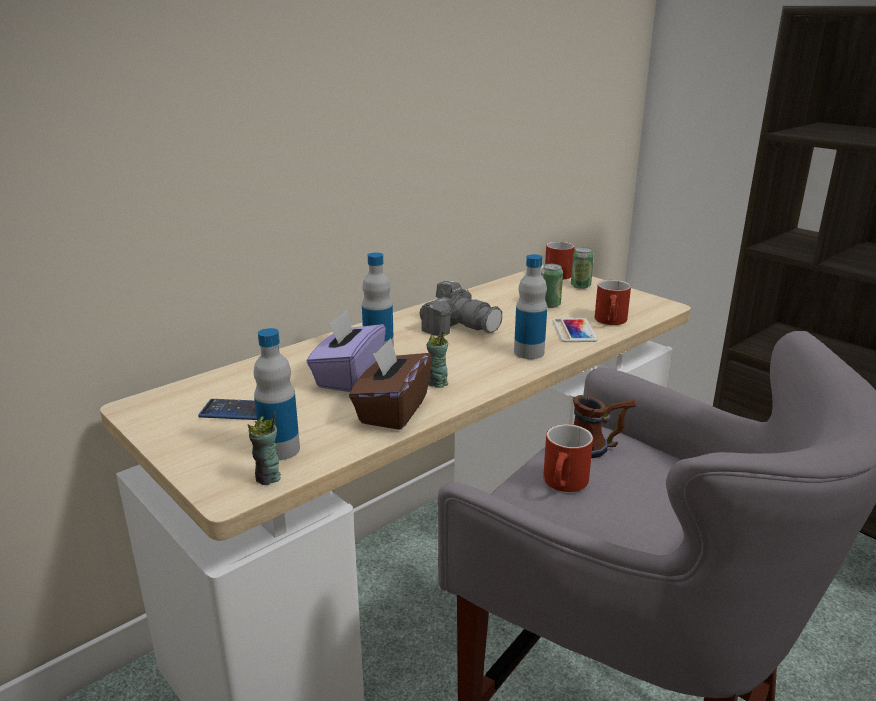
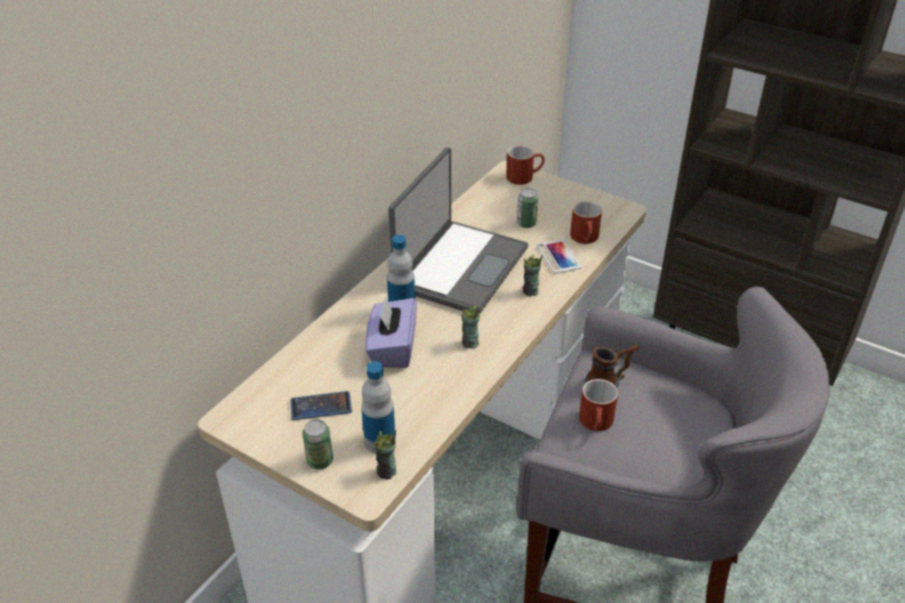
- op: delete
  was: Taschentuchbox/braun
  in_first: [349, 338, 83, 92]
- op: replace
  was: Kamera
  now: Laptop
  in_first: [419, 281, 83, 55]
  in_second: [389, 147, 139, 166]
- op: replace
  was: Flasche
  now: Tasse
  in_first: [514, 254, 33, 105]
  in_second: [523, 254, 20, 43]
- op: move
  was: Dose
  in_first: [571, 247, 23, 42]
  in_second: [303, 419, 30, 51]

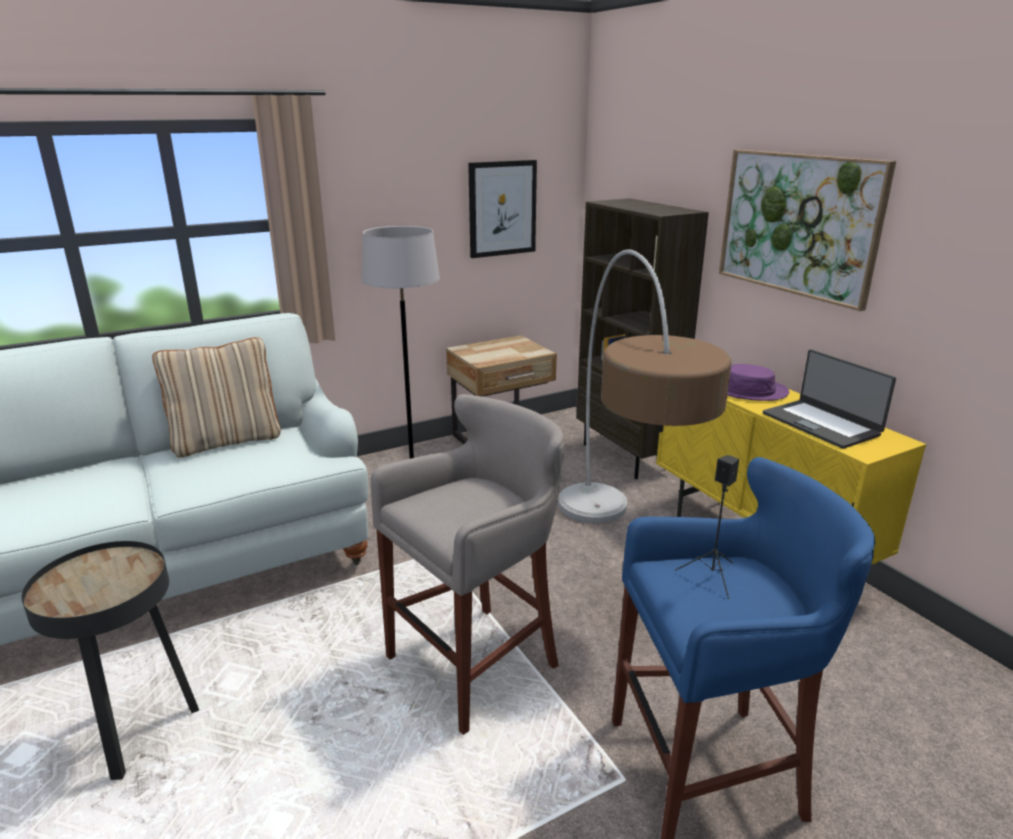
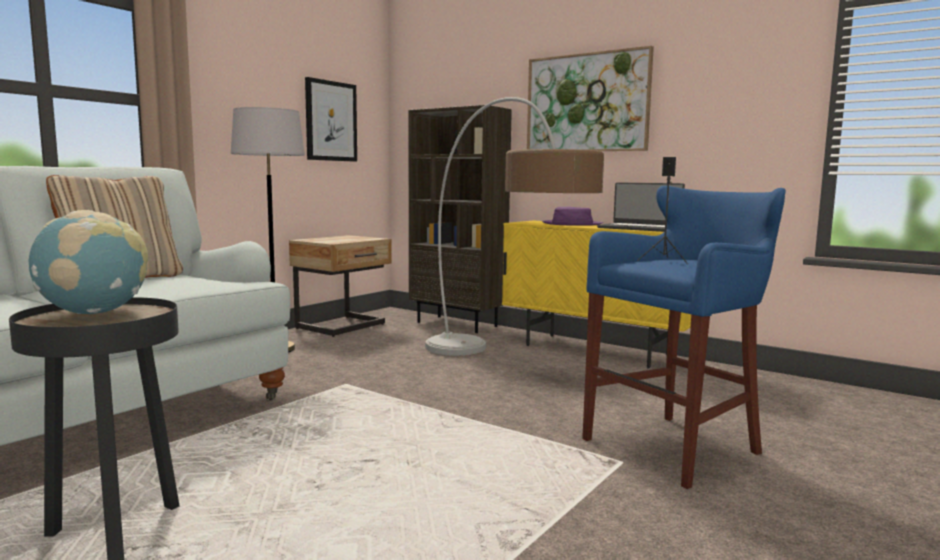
- op: delete
  was: Hocker/grau
  in_first: [371, 394, 193, 341]
- op: insert
  now: Globus
  in_second: [28, 210, 120, 104]

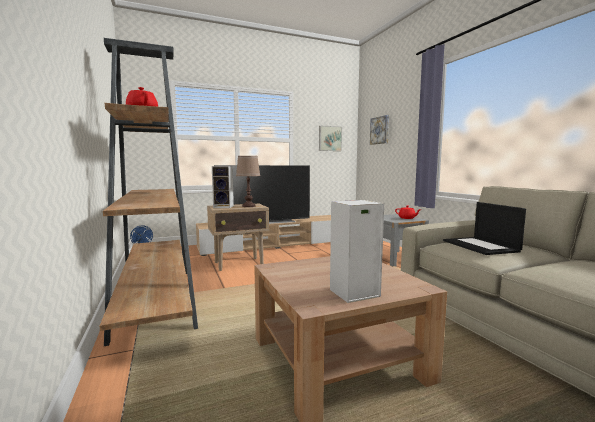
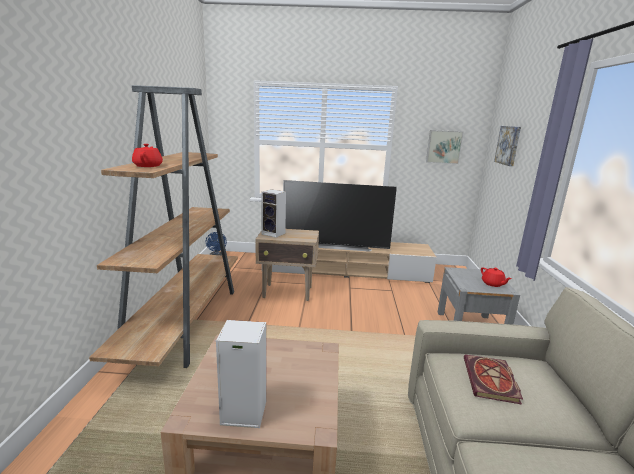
- op: delete
  was: Tischlampe/braun
  in_first: [236, 156, 24, 51]
- op: replace
  was: Laptop
  now: Buch
  in_first: [443, 202, 83, 53]
  in_second: [464, 354, 59, 51]

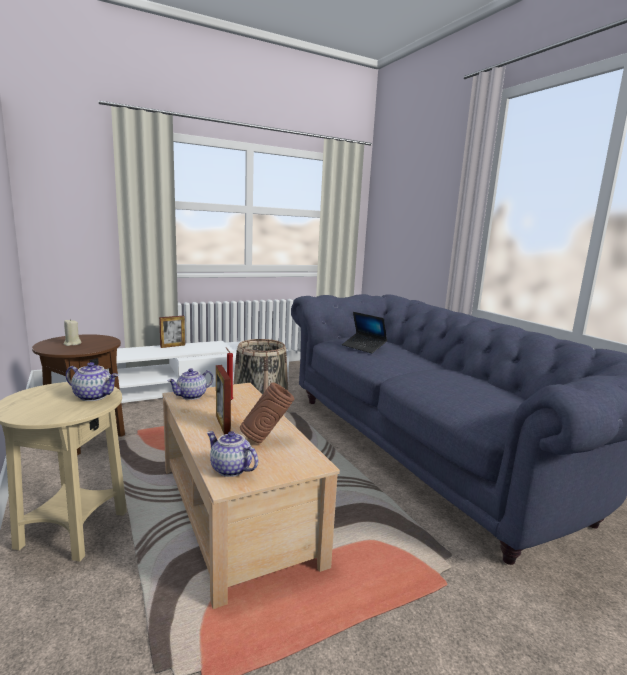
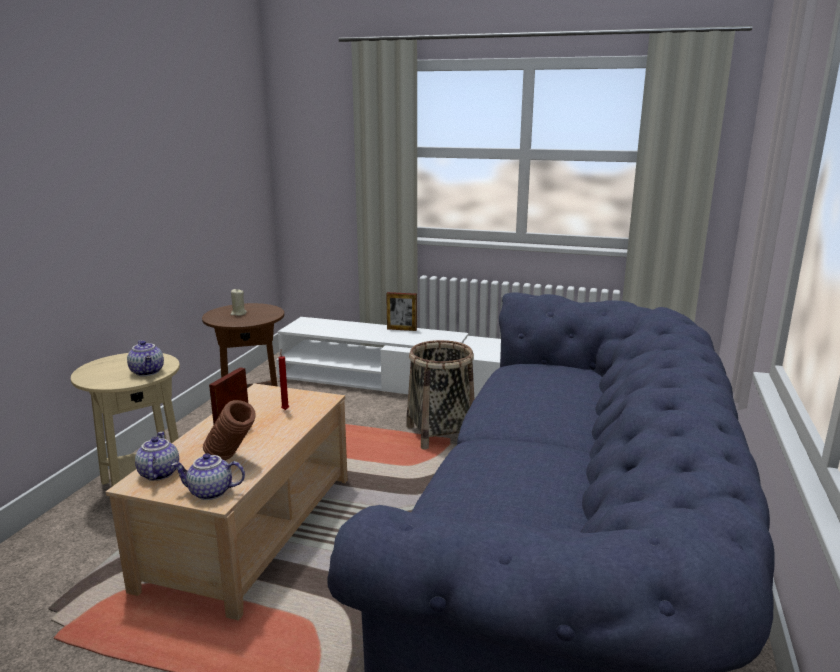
- op: move
  was: Teekanne
  in_first: [168, 368, 45, 32]
  in_second: [171, 453, 74, 47]
- op: delete
  was: Laptop
  in_first: [342, 312, 45, 41]

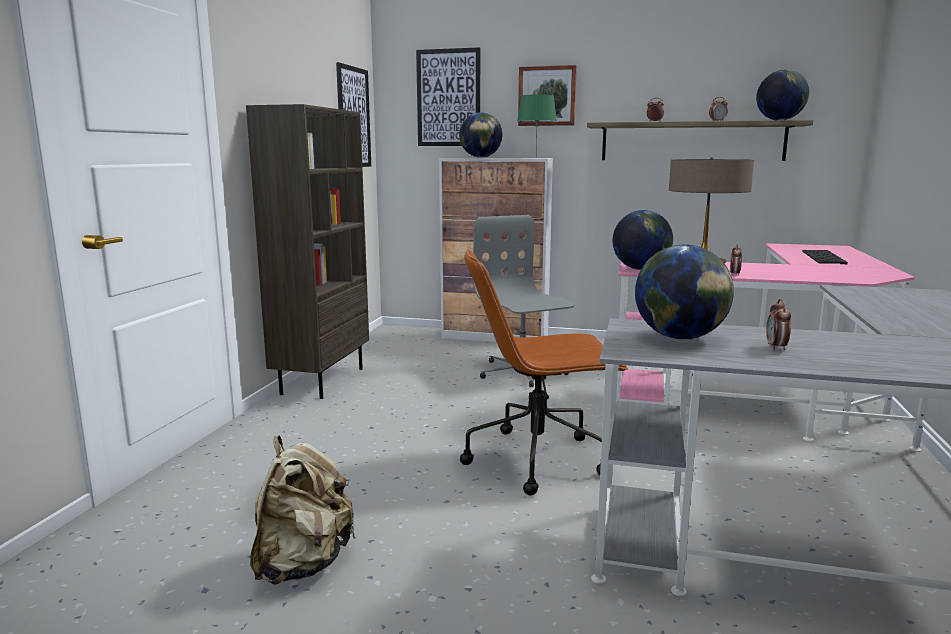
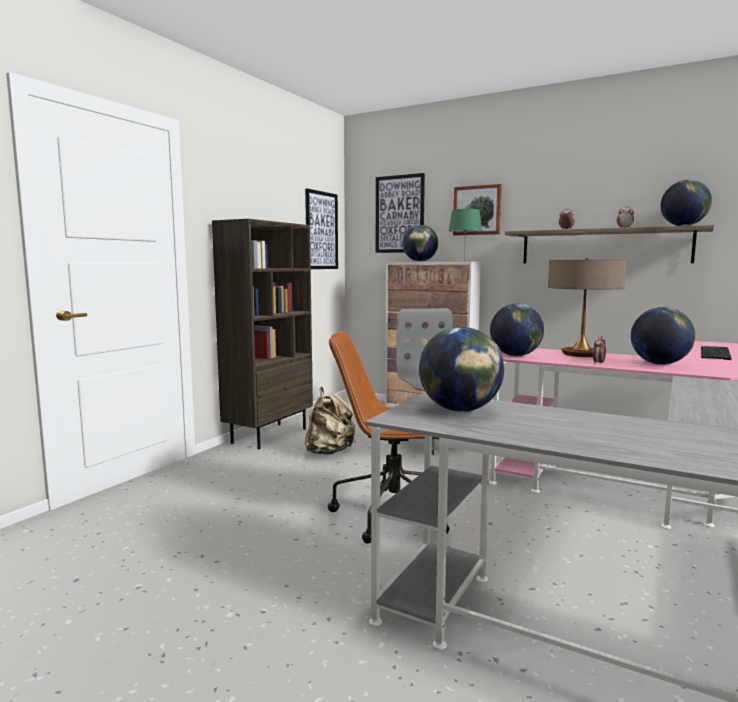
- op: move
  was: Rucksack/beige
  in_first: [250, 435, 106, 150]
  in_second: [305, 387, 50, 68]
- op: delete
  was: Wecker
  in_first: [766, 299, 25, 51]
- op: insert
  now: Globus
  in_second: [631, 307, 64, 58]

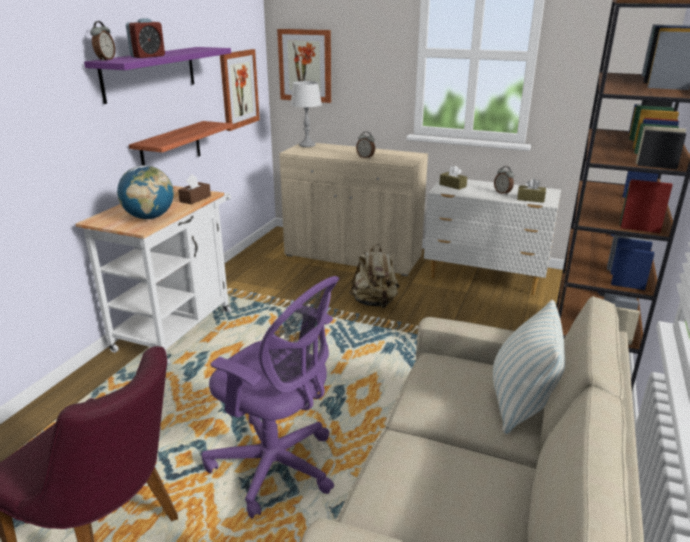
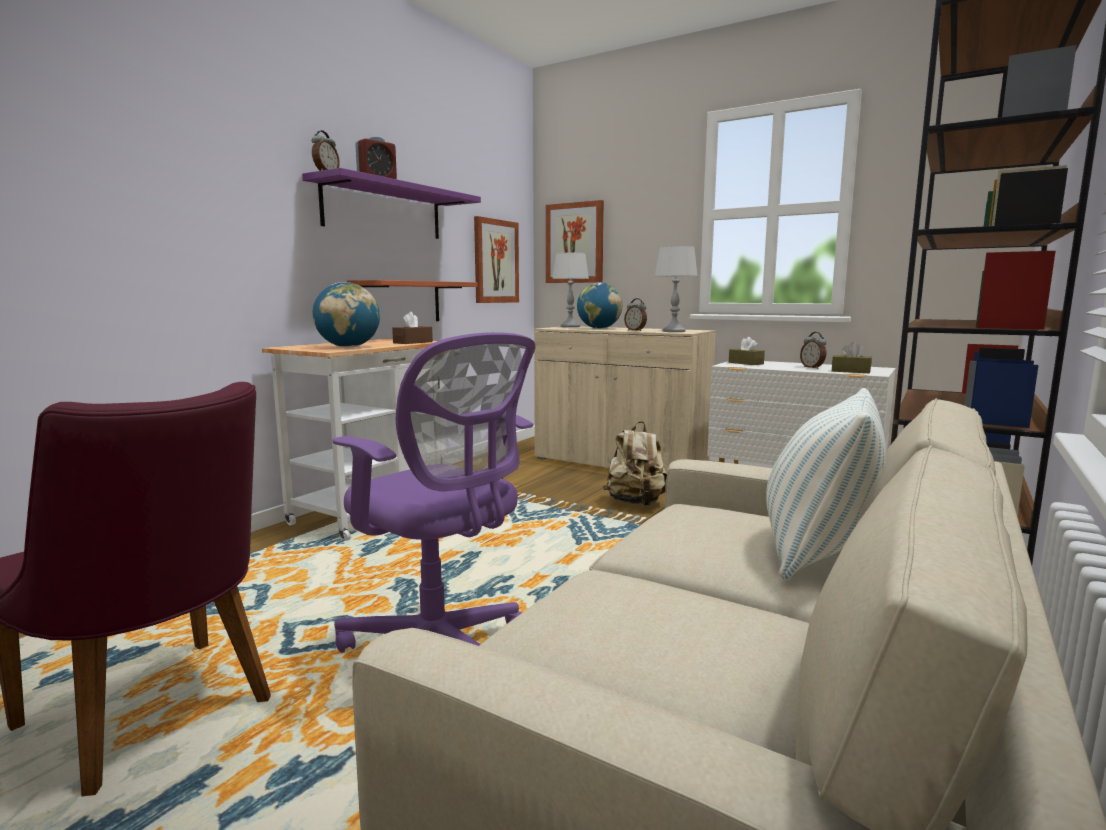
- op: insert
  now: Globus
  in_second: [577, 283, 45, 46]
- op: insert
  now: Tischlampe/grau
  in_second: [655, 246, 43, 86]

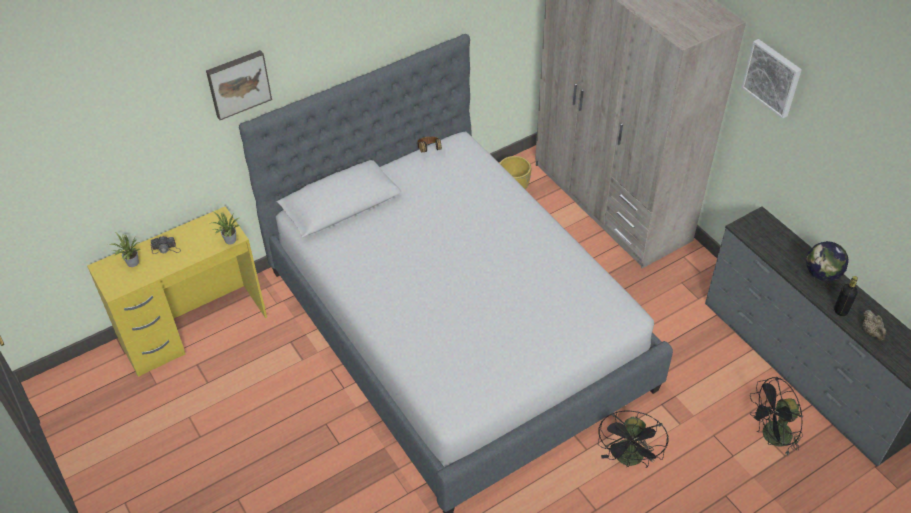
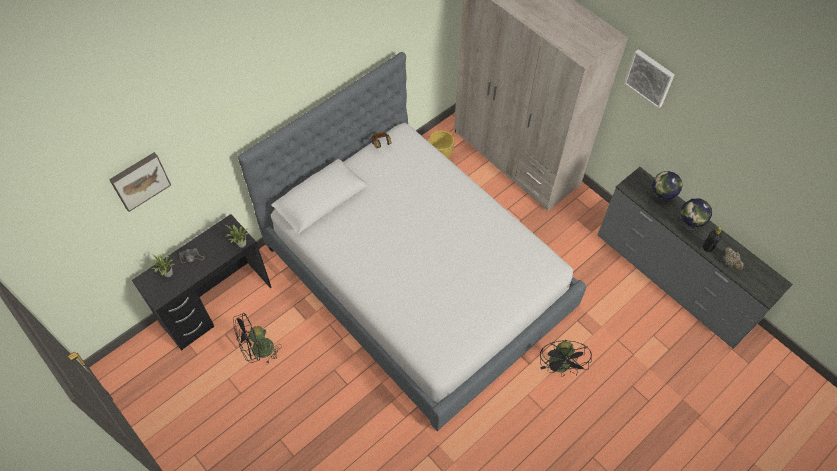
- op: recolor
  was: Schreibtisch/gelb
  now: Schreibtisch/schwarz
  in_first: [87, 206, 180, 171]
  in_second: [132, 214, 139, 137]
- op: move
  was: Bild
  in_first: [206, 50, 66, 70]
  in_second: [109, 152, 62, 60]
- op: move
  was: Ventilator/schwarz
  in_first: [750, 377, 53, 78]
  in_second: [233, 313, 49, 51]
- op: insert
  now: Globus
  in_second: [652, 171, 30, 33]

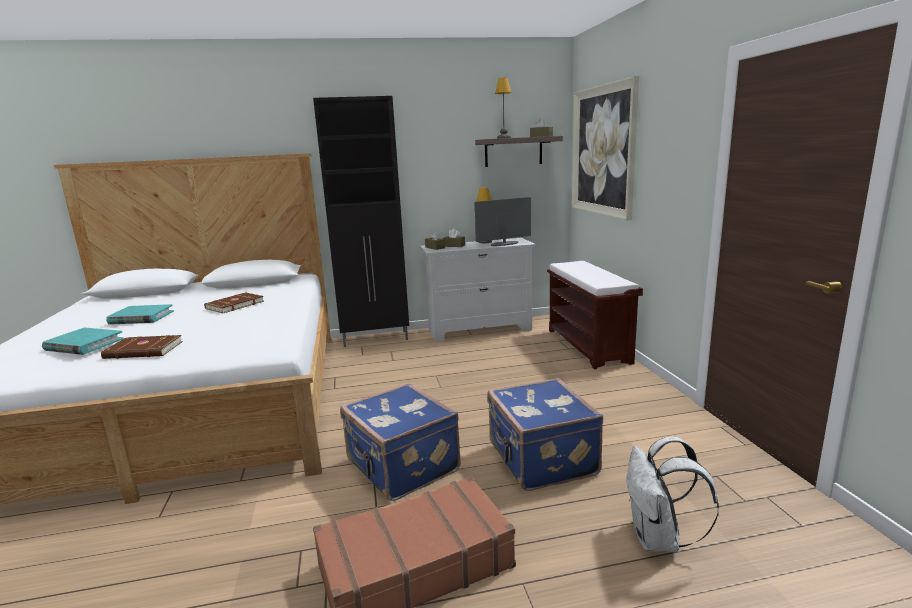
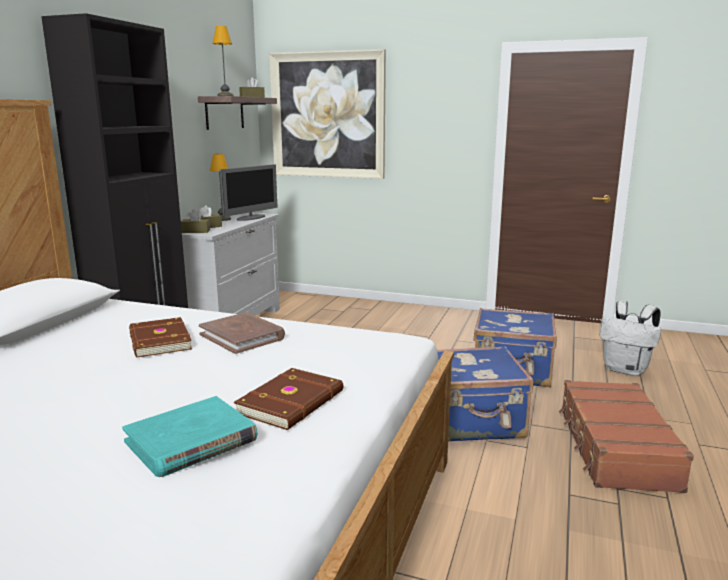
- op: delete
  was: Buch/türkis
  in_first: [106, 304, 68, 21]
- op: rotate
  was: Monitor
  in_first: [474, 197, 57, 49]
  in_second: [220, 164, 58, 57]
  clockwise: -150
- op: delete
  was: Bank/braun
  in_first: [547, 261, 96, 108]
- op: insert
  now: Buch/braun
  in_second: [199, 312, 86, 42]

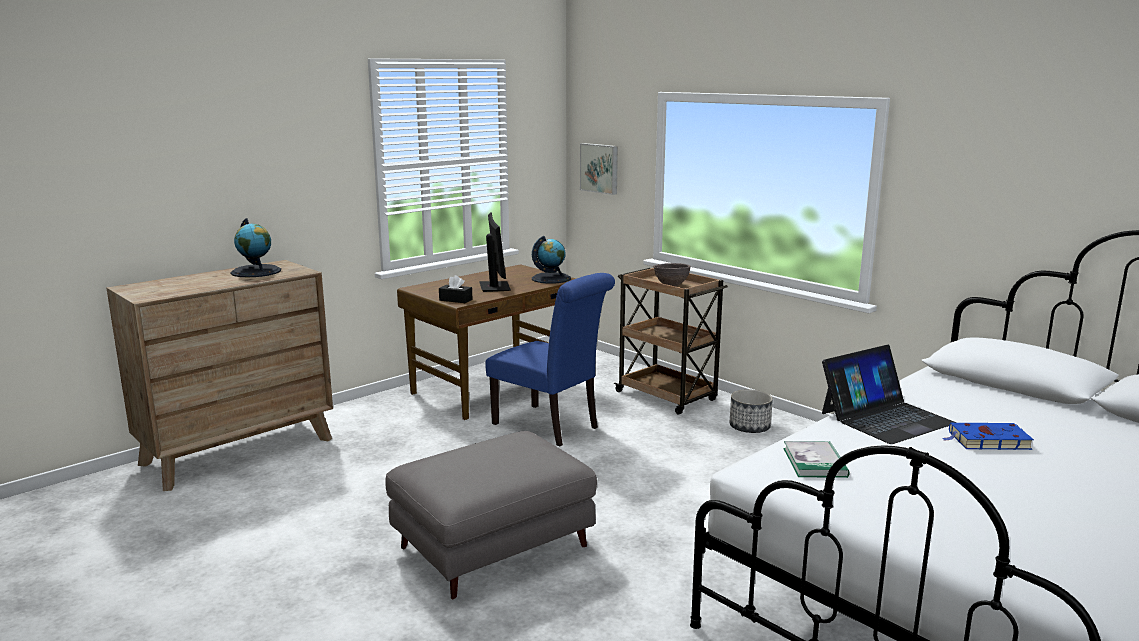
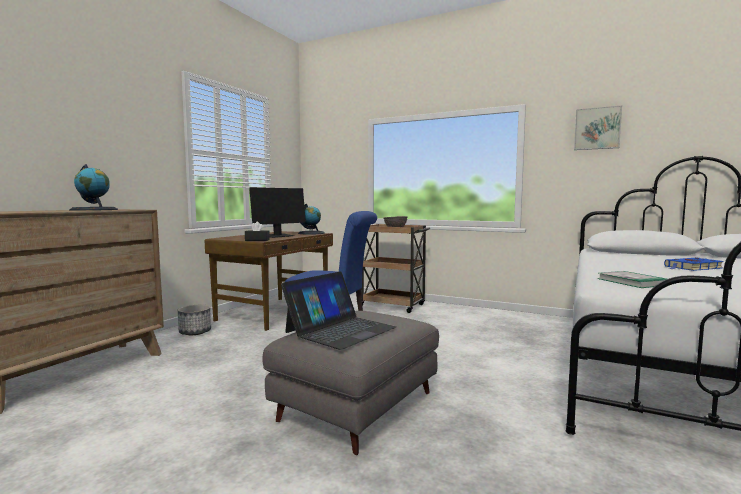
- op: rotate
  was: Monitor
  in_first: [479, 212, 32, 80]
  in_second: [249, 187, 57, 51]
  clockwise: 75
- op: move
  was: Bild
  in_first: [580, 143, 38, 52]
  in_second: [574, 106, 48, 44]
- op: move
  was: Pflanzkübel
  in_first: [730, 389, 43, 44]
  in_second: [178, 305, 33, 30]
- op: move
  was: Laptop
  in_first: [822, 345, 134, 99]
  in_second: [281, 271, 115, 79]

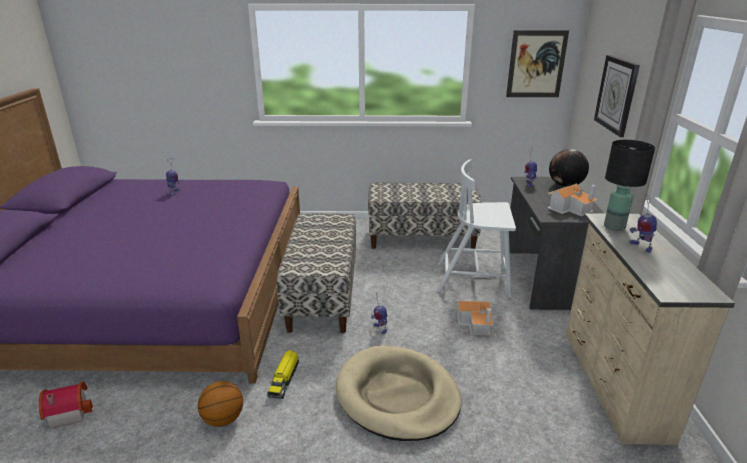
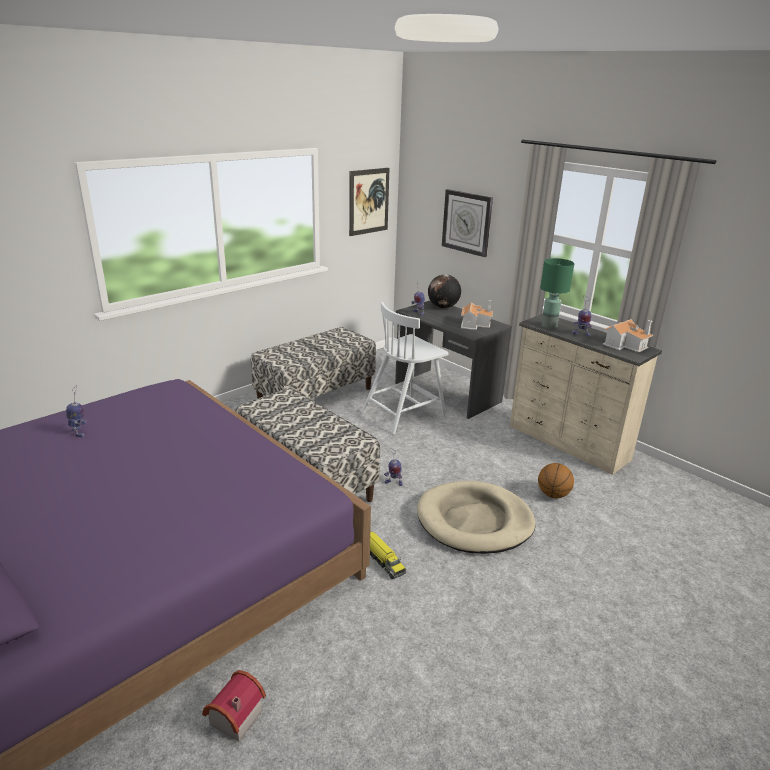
- op: move
  was: Basketball
  in_first: [198, 381, 45, 46]
  in_second: [538, 463, 36, 35]
- op: move
  was: Spielzeughaus
  in_first: [457, 301, 36, 34]
  in_second: [603, 319, 50, 34]
- op: recolor
  was: Tischlampe/schwarz
  now: Tischlampe/grün
  in_first: [604, 140, 51, 91]
  in_second: [540, 258, 34, 71]

